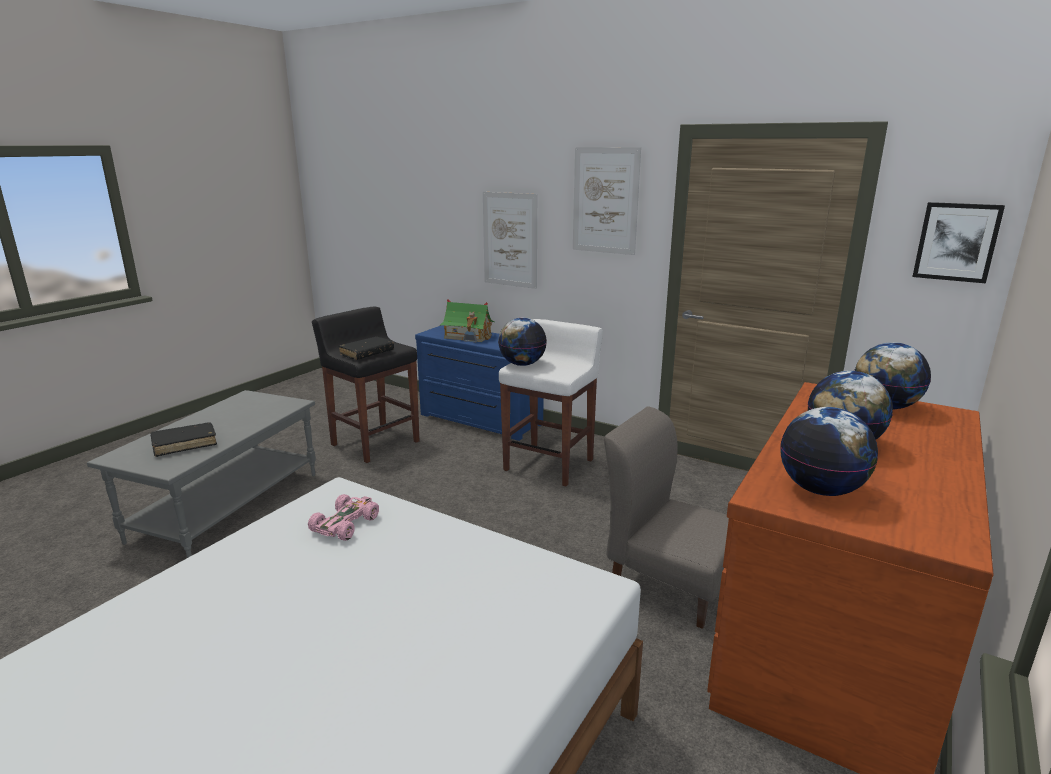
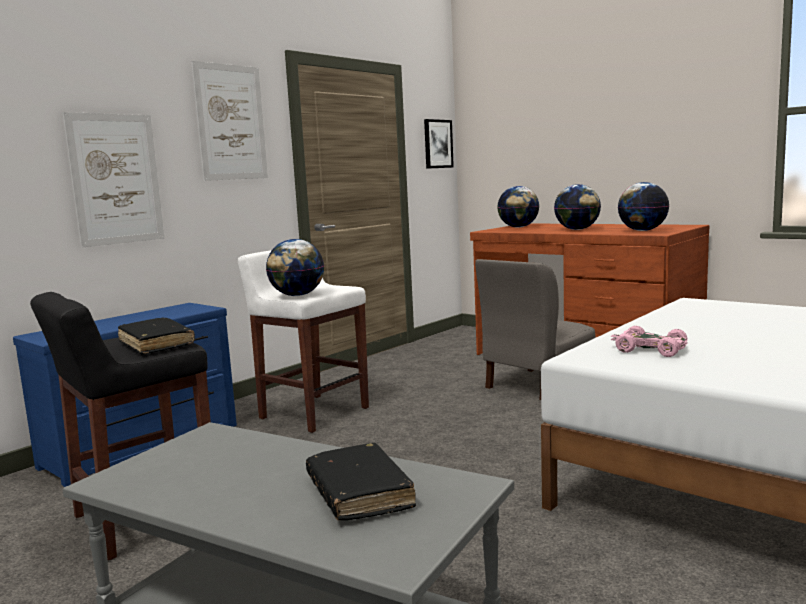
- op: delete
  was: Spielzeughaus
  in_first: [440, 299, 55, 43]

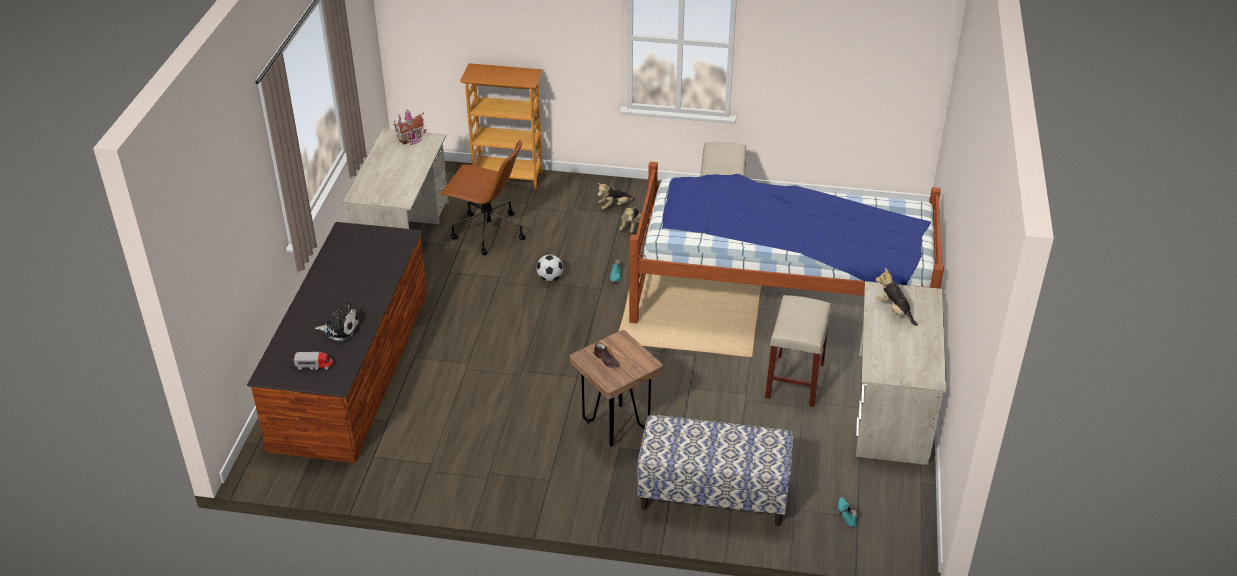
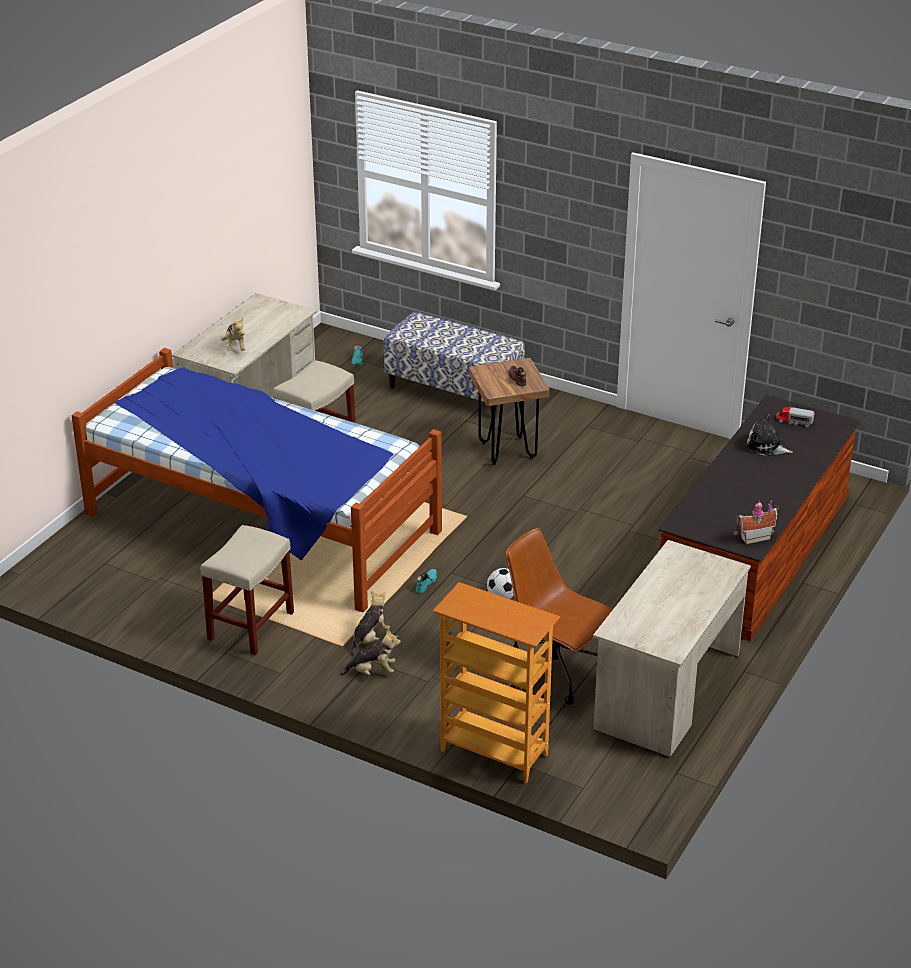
- op: move
  was: Spielzeughaus
  in_first: [393, 109, 33, 36]
  in_second: [734, 500, 45, 45]

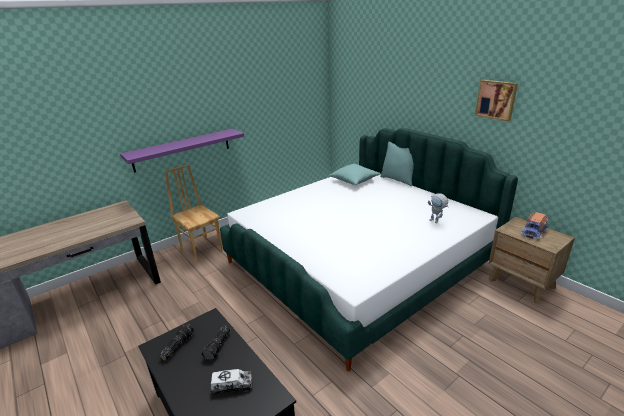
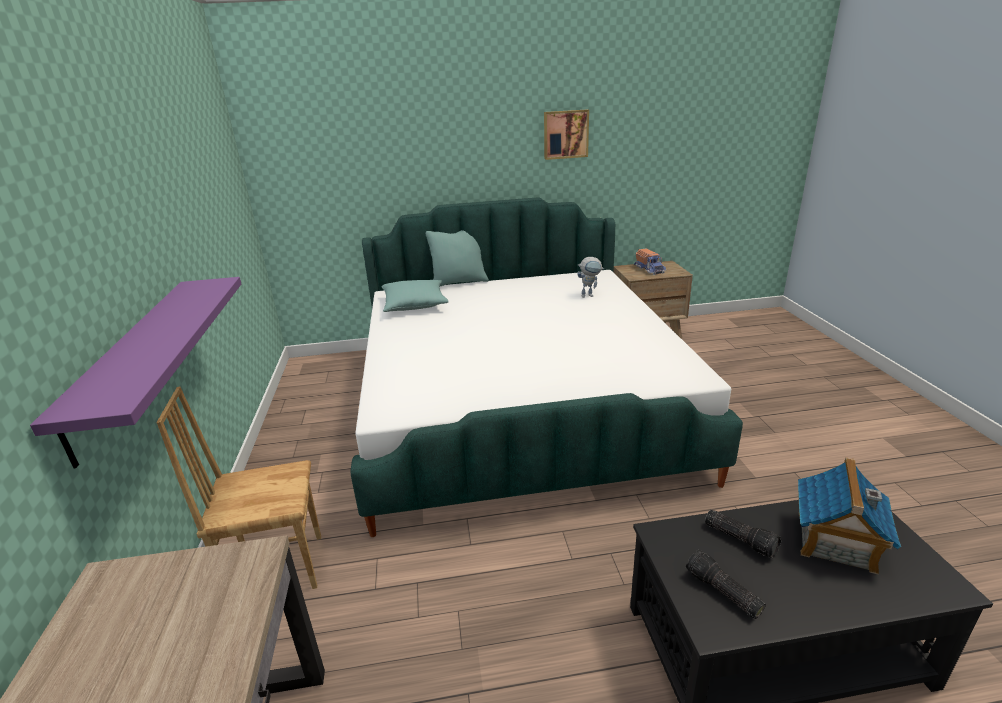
- op: replace
  was: Spielzeuglaster
  now: Spielzeughaus
  in_first: [210, 369, 42, 26]
  in_second: [798, 457, 103, 118]

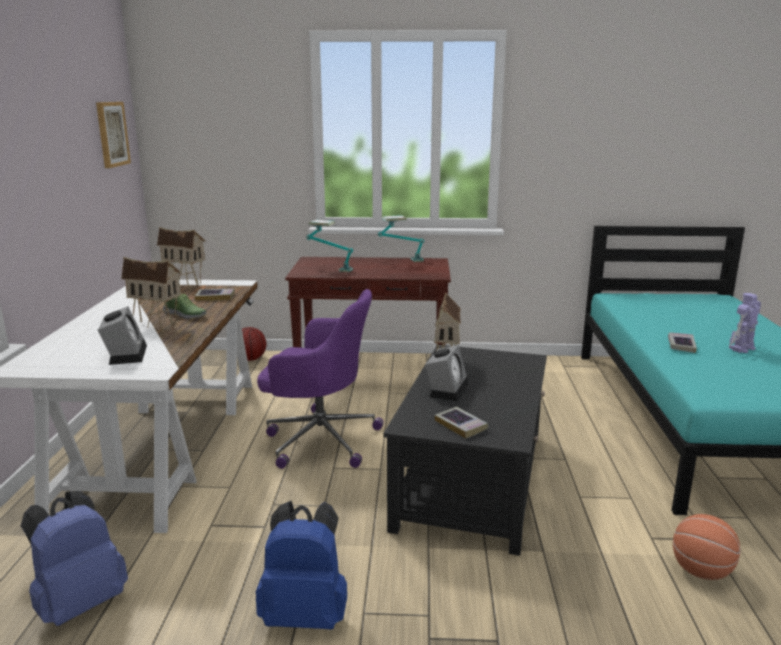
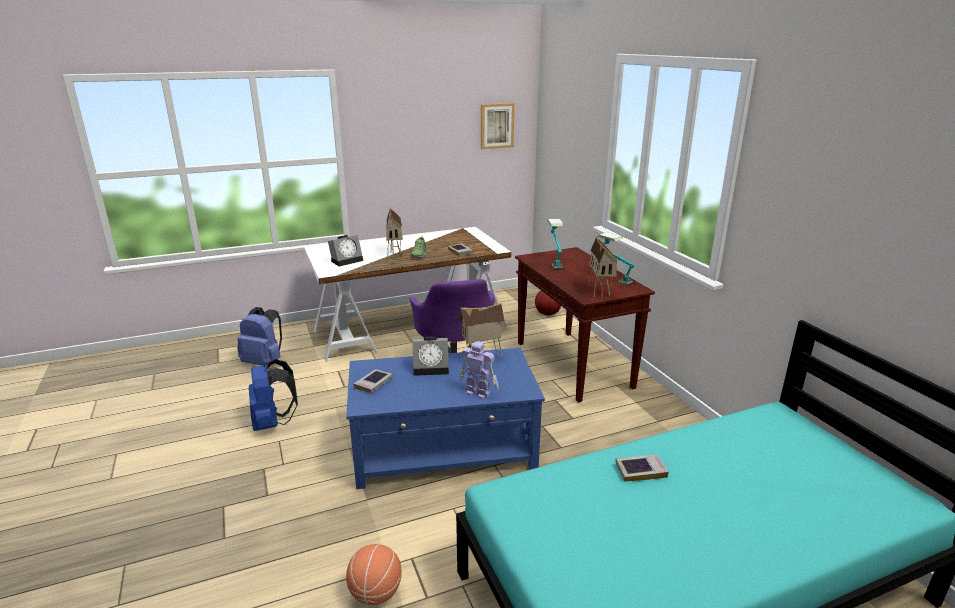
- op: move
  was: Spielzeughaus
  in_first: [157, 227, 49, 62]
  in_second: [587, 236, 32, 63]
- op: recolor
  was: Couchtisch/schwarz
  now: Couchtisch/blau
  in_first: [383, 345, 164, 211]
  in_second: [346, 348, 199, 141]
- op: move
  was: Spielzeugroboter
  in_first: [729, 293, 32, 60]
  in_second: [460, 341, 39, 58]

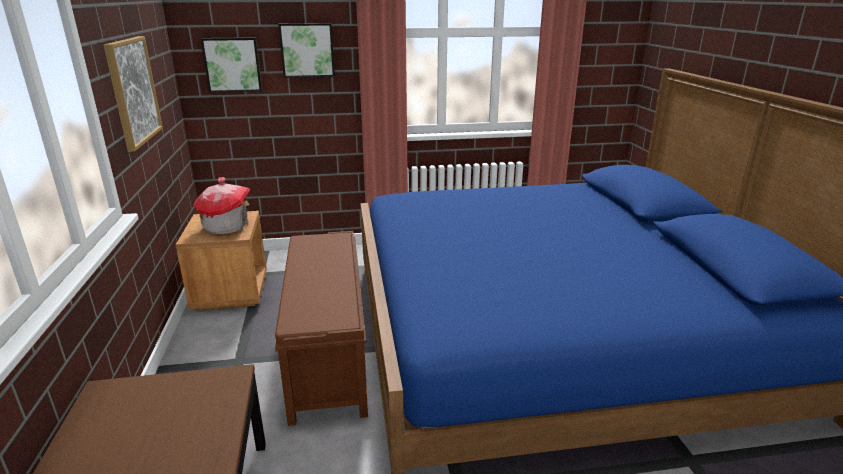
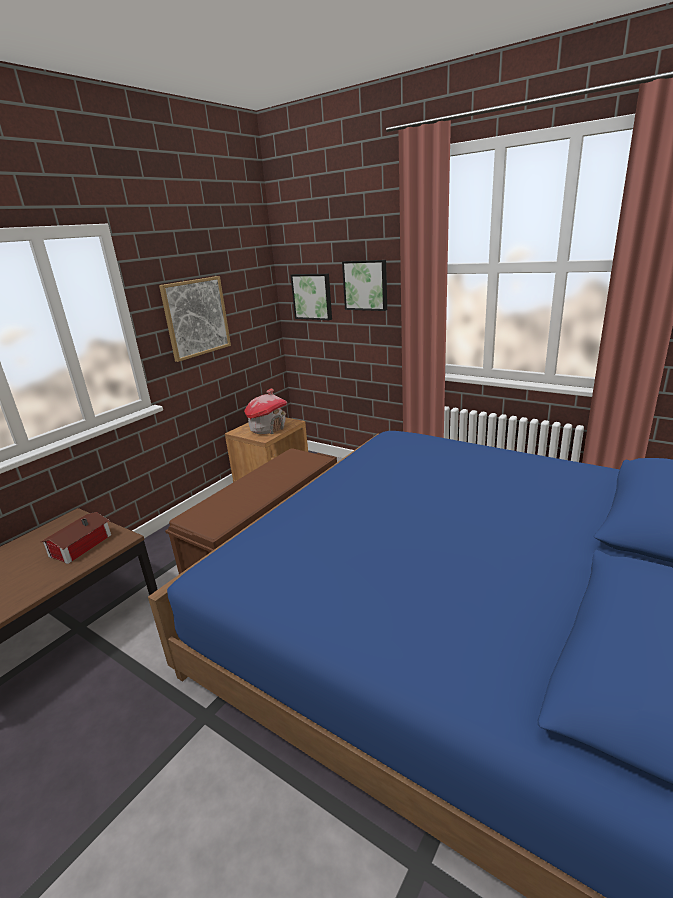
- op: insert
  now: Spielzeughaus
  in_second: [41, 512, 70, 52]

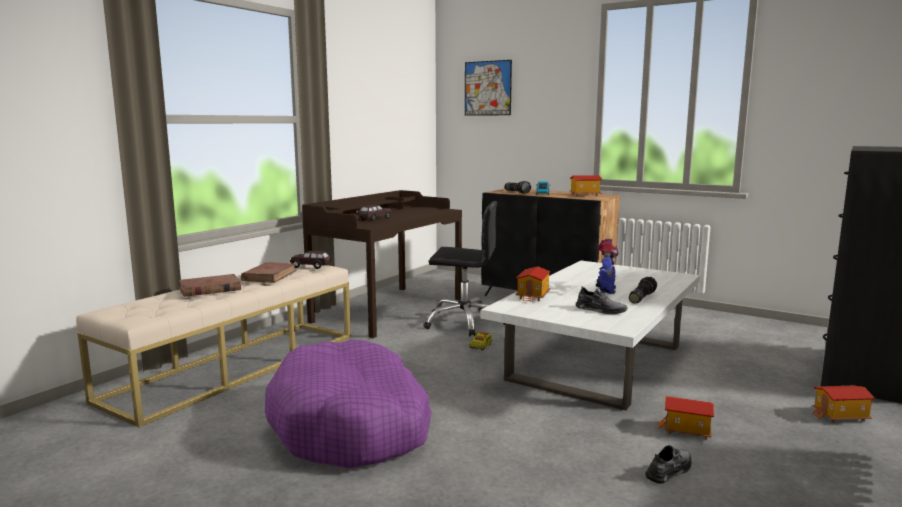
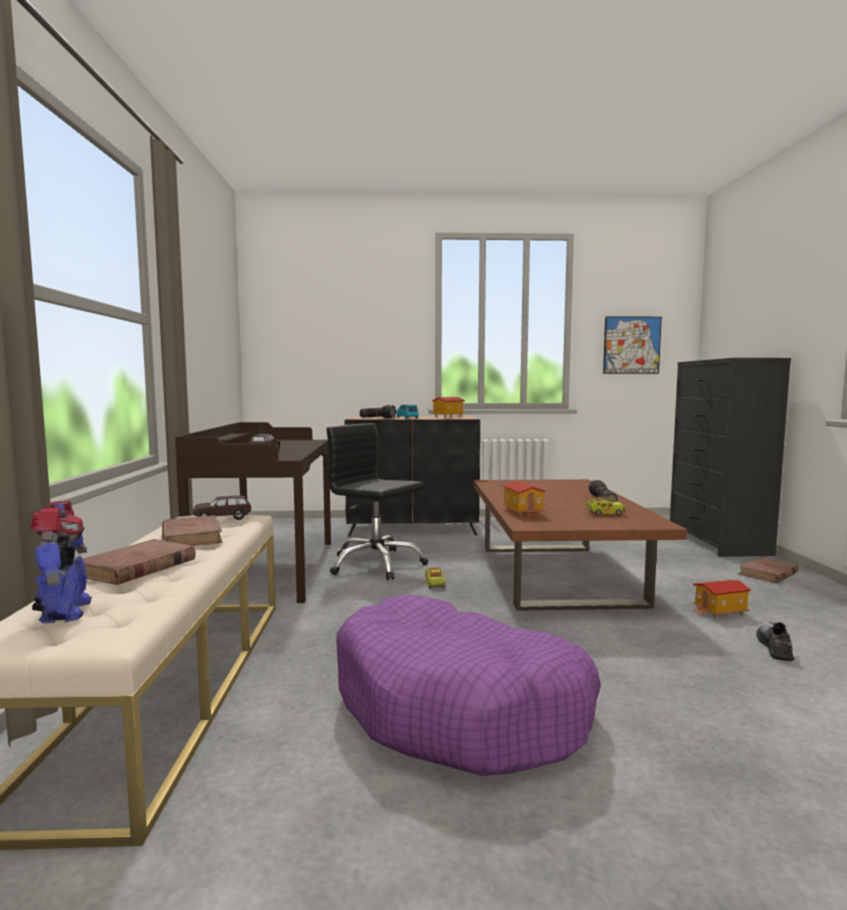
- op: rotate
  was: Bürostuhl/schwarz
  in_first: [423, 201, 82, 136]
  in_second: [326, 423, 102, 157]
  clockwise: -120
- op: move
  was: Bild
  in_first: [465, 60, 47, 56]
  in_second: [603, 316, 59, 58]
- op: recolor
  was: Couchtisch/weiß
  now: Couchtisch/braun
  in_first: [481, 261, 219, 150]
  in_second: [474, 479, 213, 132]
- op: replace
  was: Schuh/grau
  now: Spielzeuglaster
  in_first: [576, 286, 52, 28]
  in_second: [586, 495, 40, 21]
- op: move
  was: Spielzeugroboter
  in_first: [596, 239, 23, 55]
  in_second: [29, 501, 63, 122]
- op: replace
  was: Spielzeughaus
  now: Buch/braun
  in_first: [812, 386, 63, 37]
  in_second: [738, 557, 61, 26]

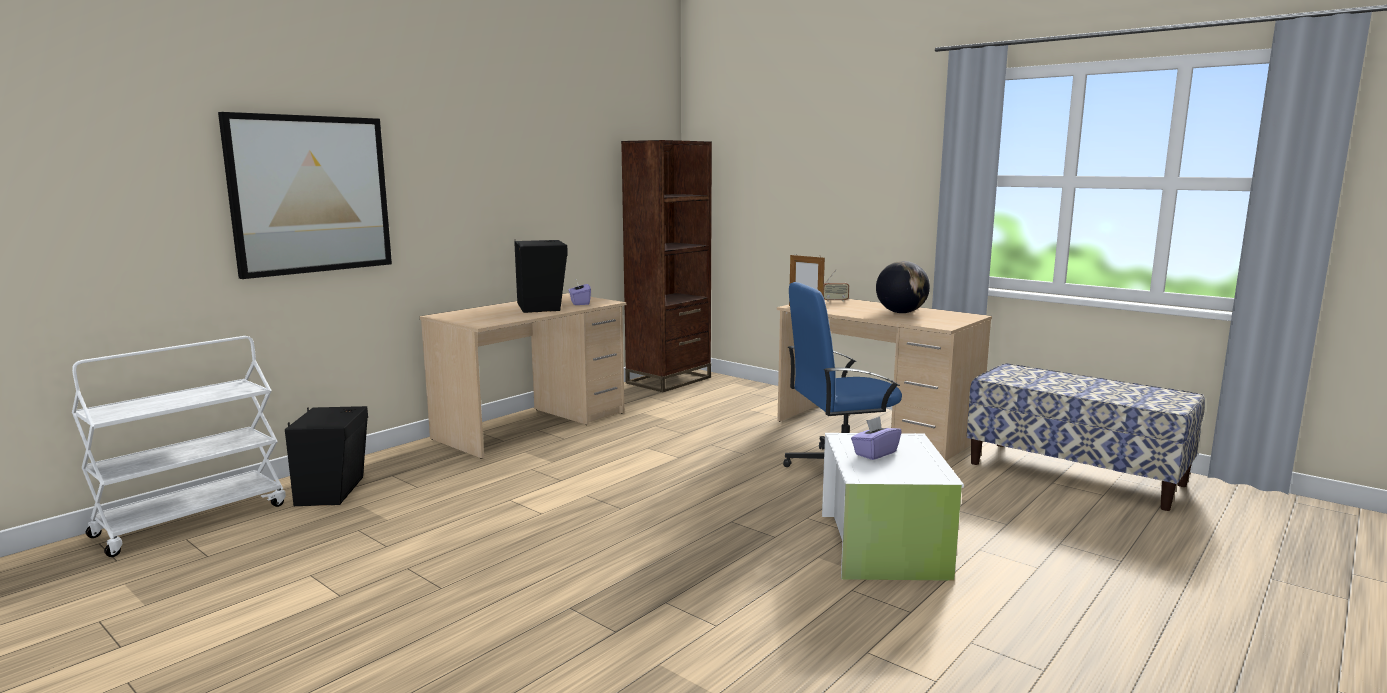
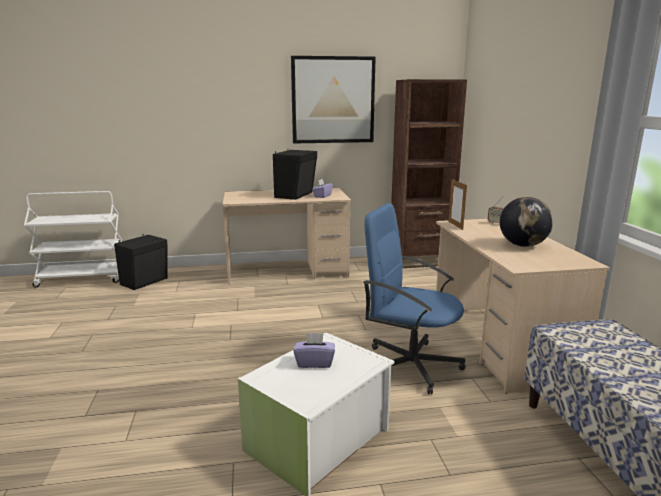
- op: move
  was: Bild
  in_first: [218, 112, 174, 167]
  in_second: [291, 56, 85, 88]

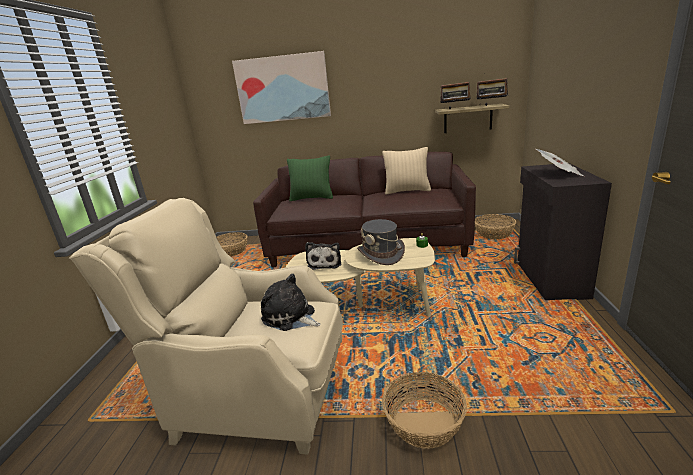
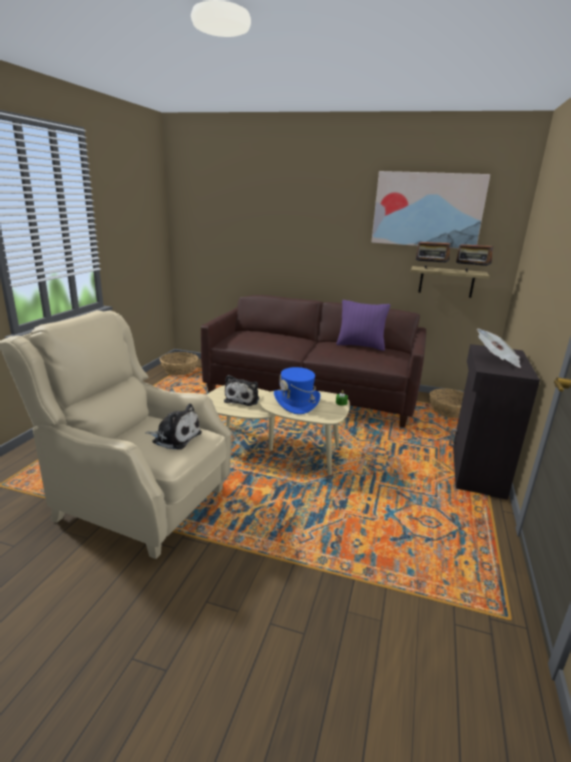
- op: move
  was: Bild
  in_first: [232, 51, 99, 73]
  in_second: [371, 171, 119, 78]
- op: rotate
  was: Plüschtier
  in_first: [261, 274, 59, 57]
  in_second: [145, 404, 57, 45]
  clockwise: 150
- op: delete
  was: Kissen/grün
  in_first: [287, 155, 46, 46]
- op: recolor
  was: Hut/grau
  now: Hut/blau
  in_first: [357, 219, 48, 46]
  in_second: [274, 367, 46, 47]
- op: recolor
  was: Kissen/beige
  now: Kissen/lila
  in_first: [382, 147, 49, 48]
  in_second: [336, 300, 54, 51]
- op: delete
  was: Korb
  in_first: [382, 372, 85, 77]

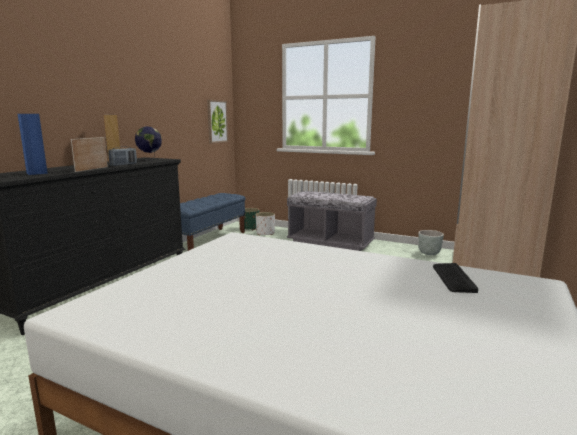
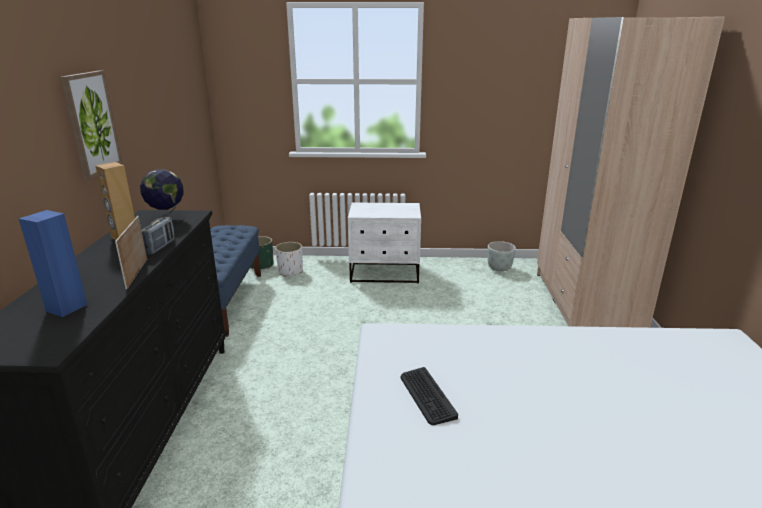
- op: move
  was: Bild
  in_first: [207, 100, 21, 44]
  in_second: [60, 71, 63, 108]
- op: replace
  was: Bank/grau
  now: Nachttisch/weiß
  in_first: [287, 191, 90, 60]
  in_second: [348, 202, 73, 81]
- op: move
  was: Tastatur
  in_first: [433, 263, 45, 30]
  in_second: [401, 367, 57, 58]

